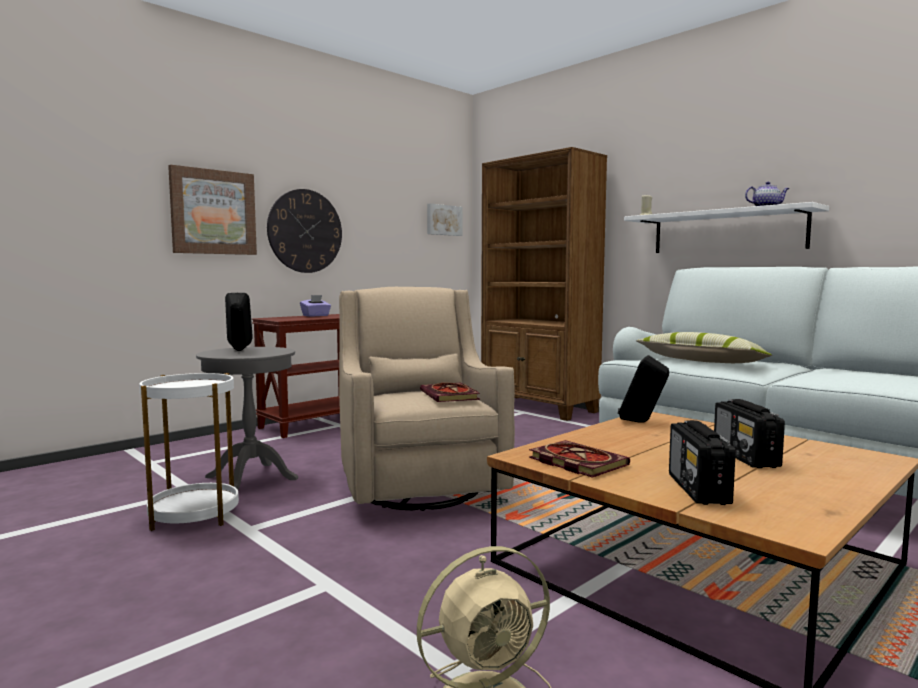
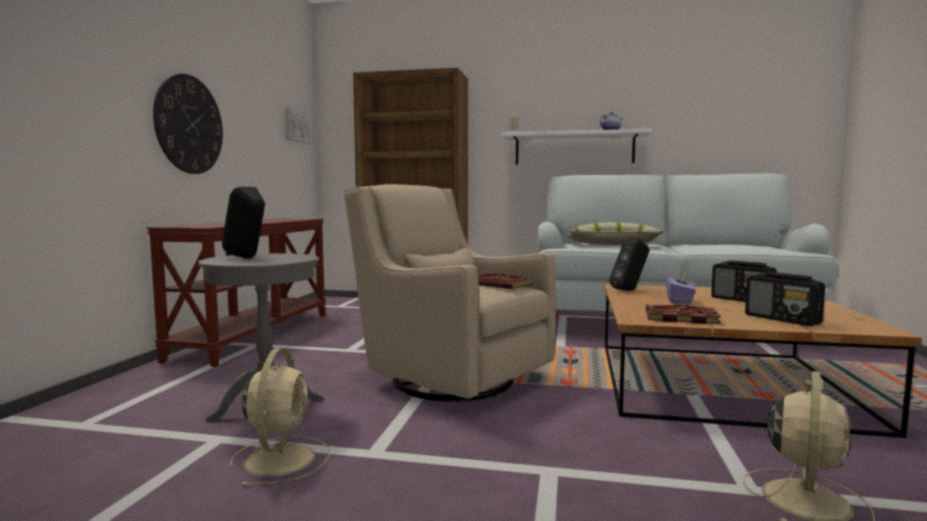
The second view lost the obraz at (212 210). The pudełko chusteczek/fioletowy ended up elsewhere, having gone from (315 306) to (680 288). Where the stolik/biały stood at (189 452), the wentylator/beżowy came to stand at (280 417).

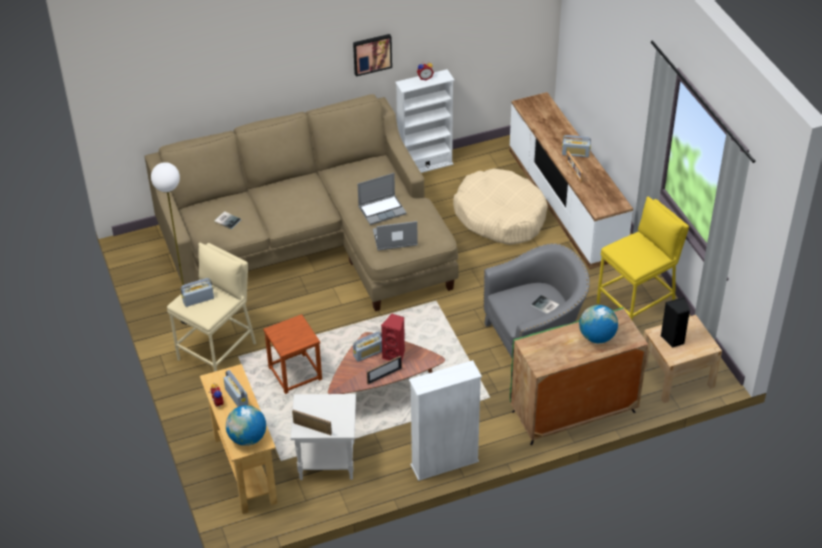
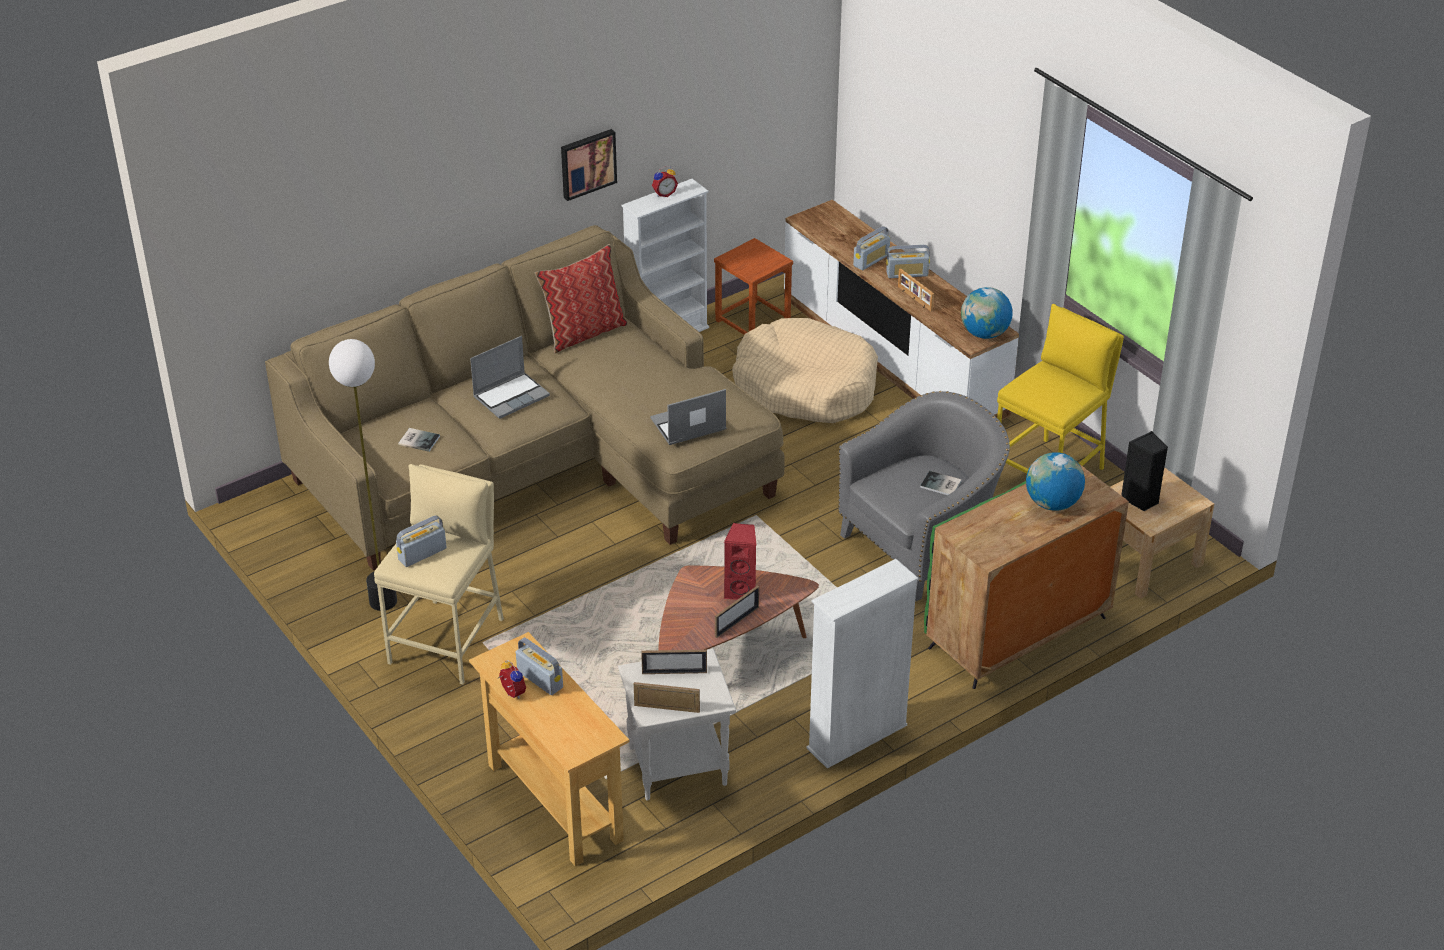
The laptop ended up elsewhere, having gone from (382 199) to (510 377). The stołek/brązowy ended up elsewhere, having gone from (292 354) to (753 286). The radio ended up elsewhere, having gone from (367 346) to (871 248). The globus ended up elsewhere, having gone from (246 425) to (987 313). The second view gained the poduszka at (581 299). The second view gained the ramka na zdjęcie at (674 662).

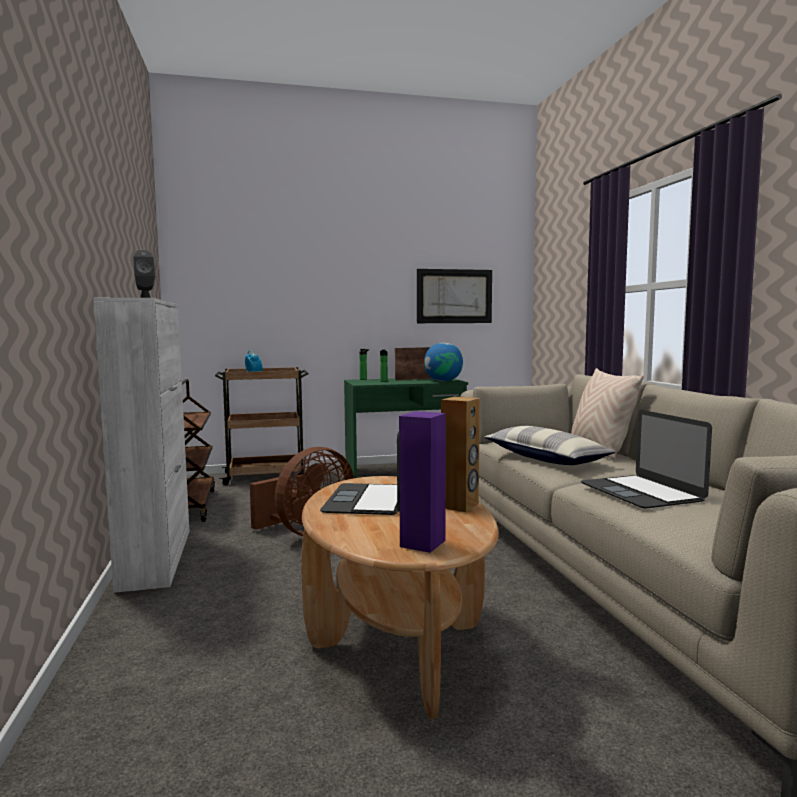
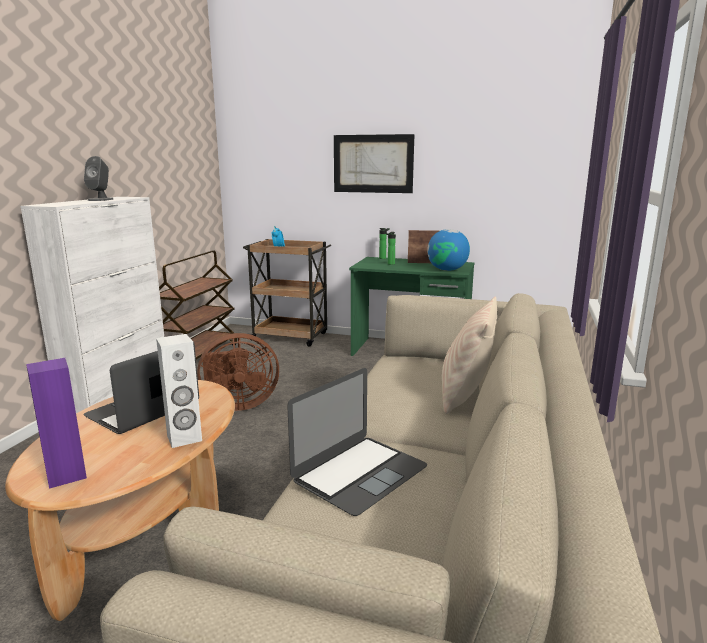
The obraz ended up elsewhere, having gone from (454 296) to (374 163). What was the głośnik/brązowy at (460 454) turned into the głośnik/biały at (179 391). The laptop at (646 459) ended up facing another way, 150 degrees counterclockwise from before. The second view lost the poduszka at (550 445).

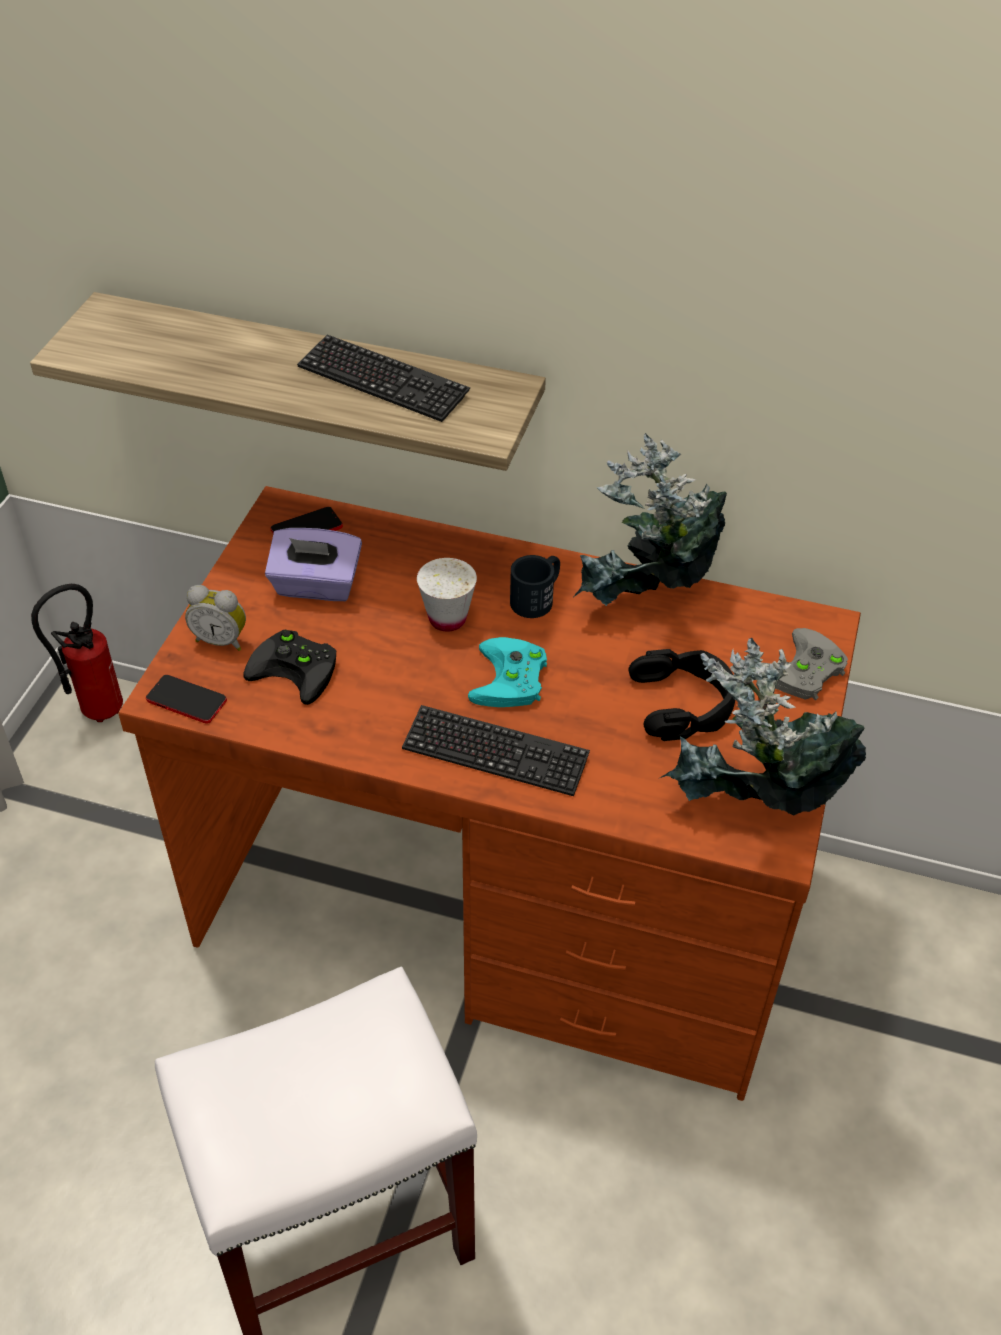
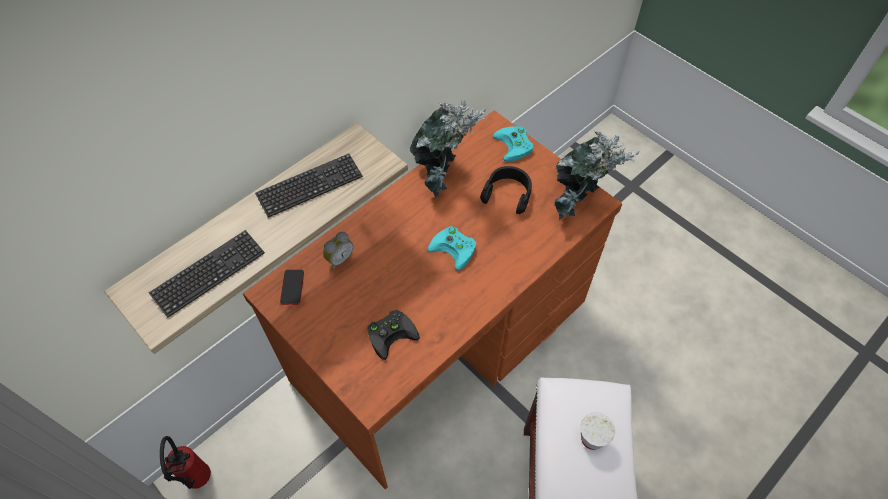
The second view lost the pudełko chusteczek/fioletowy at (313 564). The second view lost the kubek/czarny at (535 586). The filiżanka/biały ended up elsewhere, having gone from (447 594) to (597 431). The budzik ended up elsewhere, having gone from (215 618) to (338 251). What was the pad do gier/szary at (805 664) turned into the pad do gier/turkusowy at (513 144). The second view lost the telefon at (186 699). The klawiatura ended up elsewhere, having gone from (496 750) to (207 274).

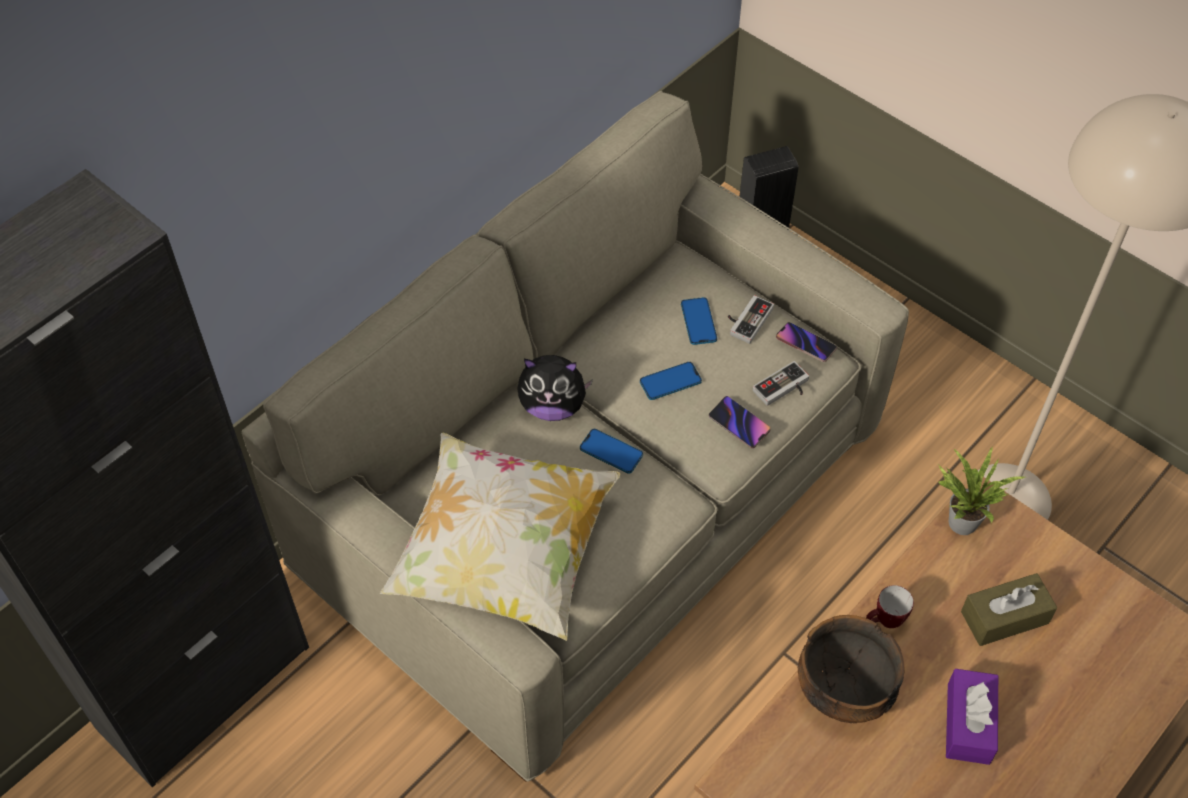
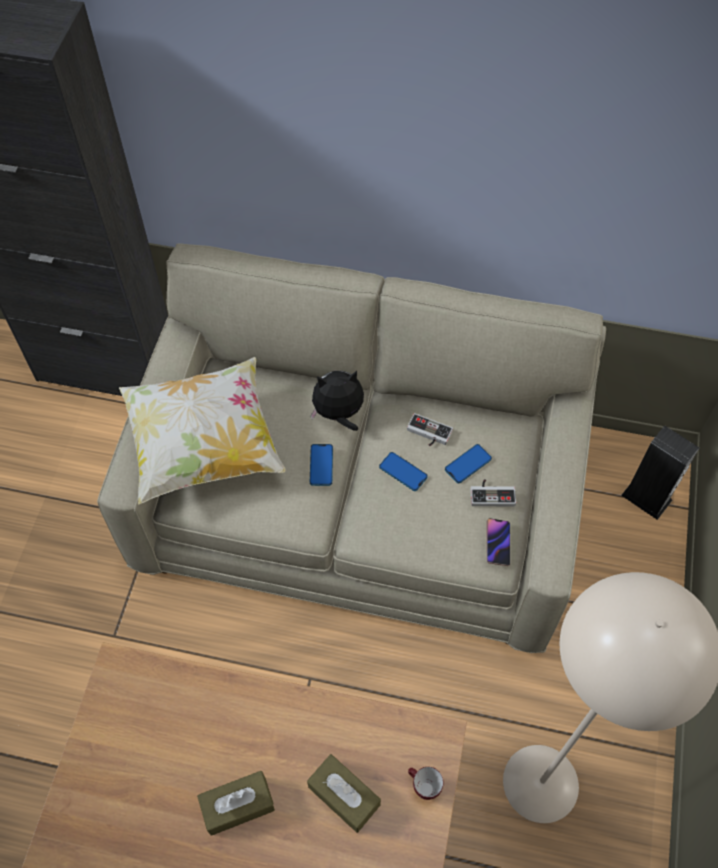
The pluszak at (555 388) ended up facing another way, 105 degrees clockwise from before. The pad do gier ended up elsewhere, having gone from (780 383) to (430 429). The second view lost the telefon at (739 422). The second view lost the roślina doniczkowa at (981 490). The kubek ended up elsewhere, having gone from (890 606) to (425 783). The second view lost the miska at (851 669). What was the pudełko chusteczek/fioletowy at (972 717) turned into the pudełko chusteczek/brązowy at (236 803).

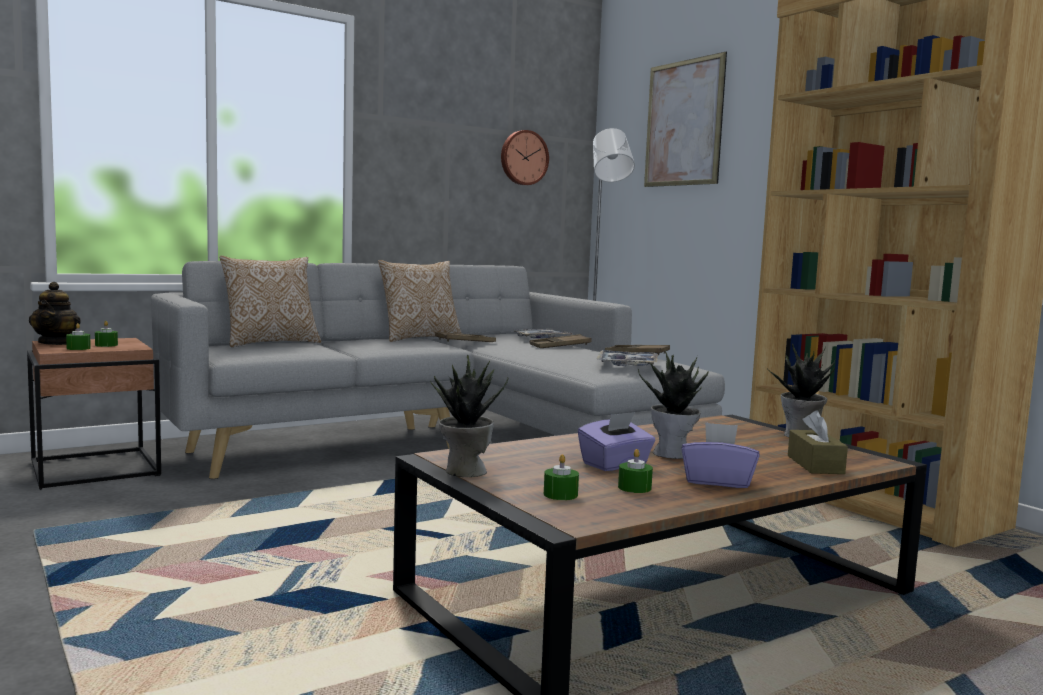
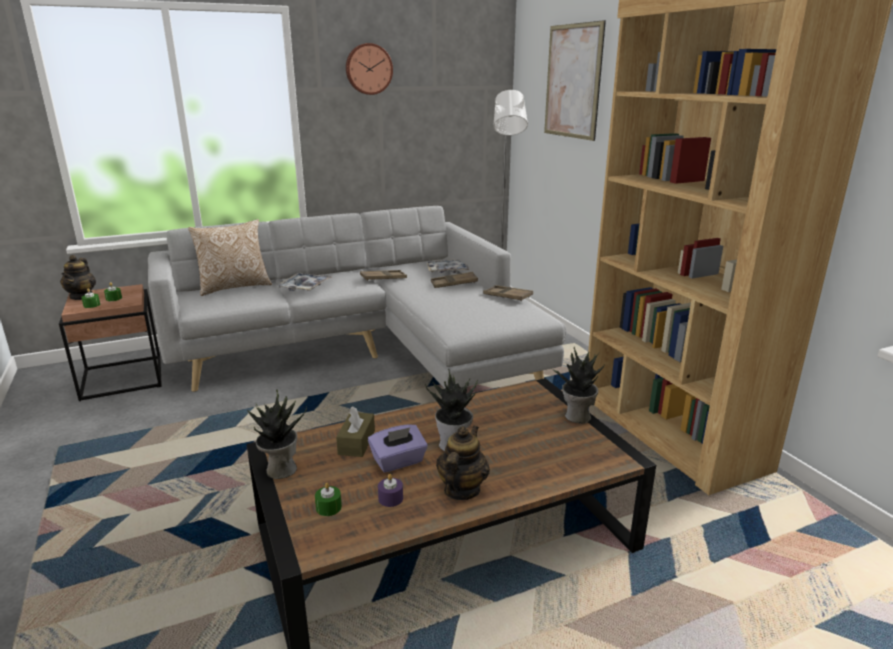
The zegar ścienny ended up elsewhere, having gone from (525 157) to (369 69). The second view lost the poduszka at (420 301). The taca ended up elsewhere, having gone from (627 358) to (304 282). The pudełko chusteczek/brązowy ended up elsewhere, having gone from (818 442) to (355 431). Where the pudełko chusteczek/fioletowy stood at (720 455), the imbryk came to stand at (463 463). What was the świeca/zielony at (635 471) turned into the świeca/fioletowy at (390 490).

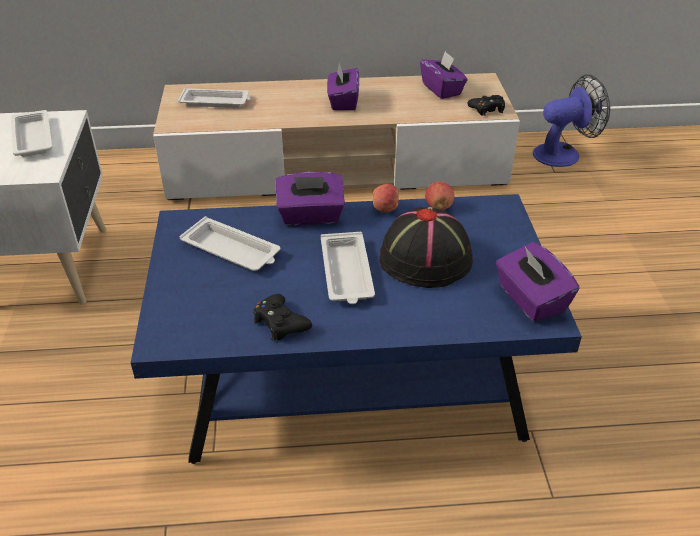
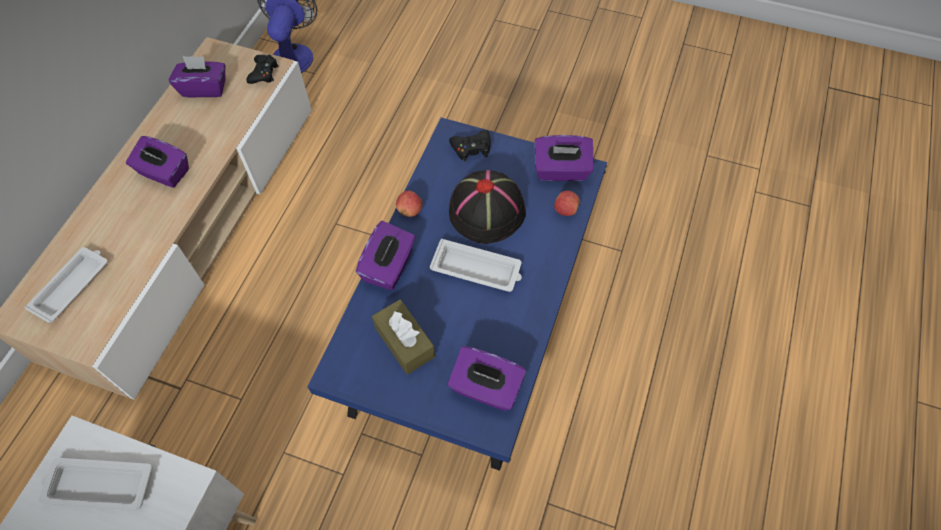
The jabłko ended up elsewhere, having gone from (439 196) to (567 203). Where the taca/biały stood at (229 243), the pudełko chusteczek/brązowy came to stand at (403 337). The pad do gier/czarny ended up elsewhere, having gone from (282 317) to (470 146). The second view gained the pudełko chusteczek/fioletowy at (487 378).

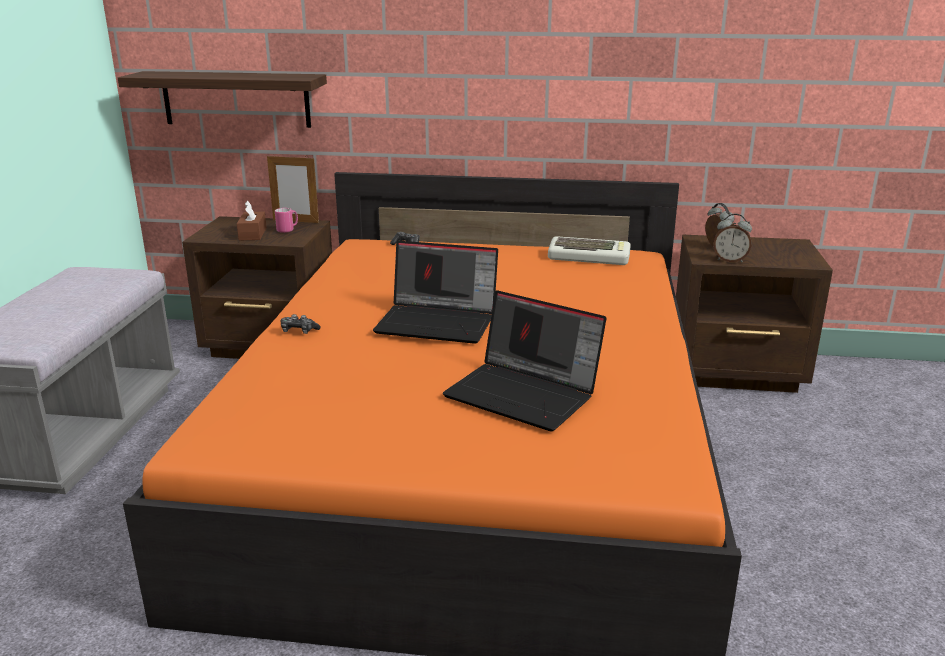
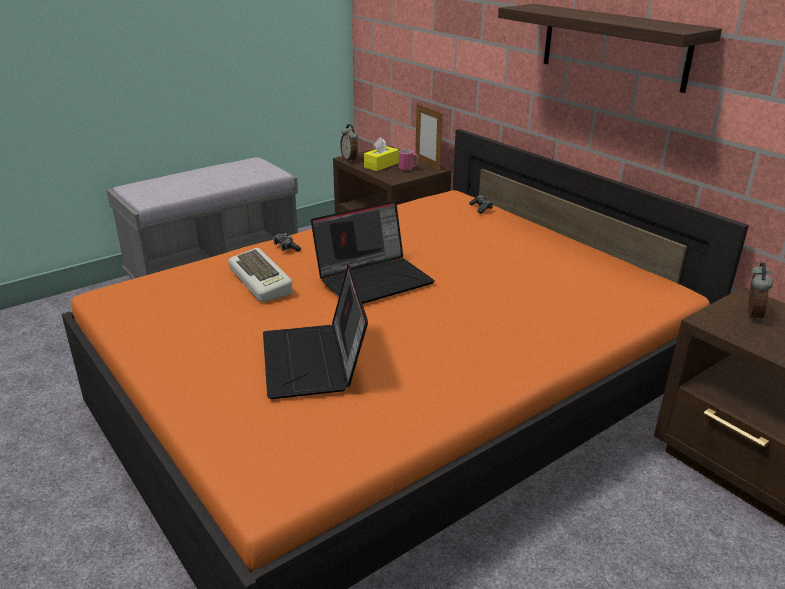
The półka ended up elsewhere, having gone from (222 99) to (610 48). What was the pudełko chusteczek/brązowy at (252 220) turned into the pudełko chusteczek/żółty at (381 154). The budzik ended up elsewhere, having gone from (733 238) to (349 143). The klawiatura ended up elsewhere, having gone from (589 250) to (260 275). The laptop at (435 292) ended up facing another way, 90 degrees counterclockwise from before.

